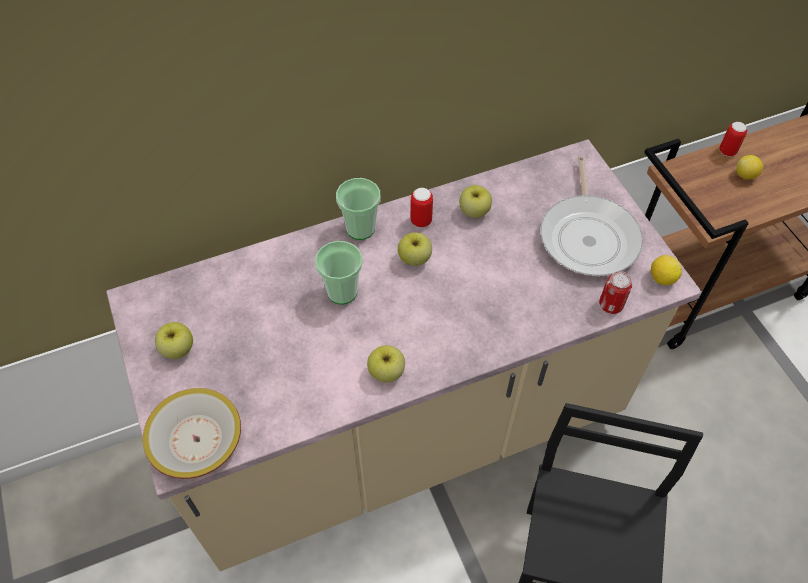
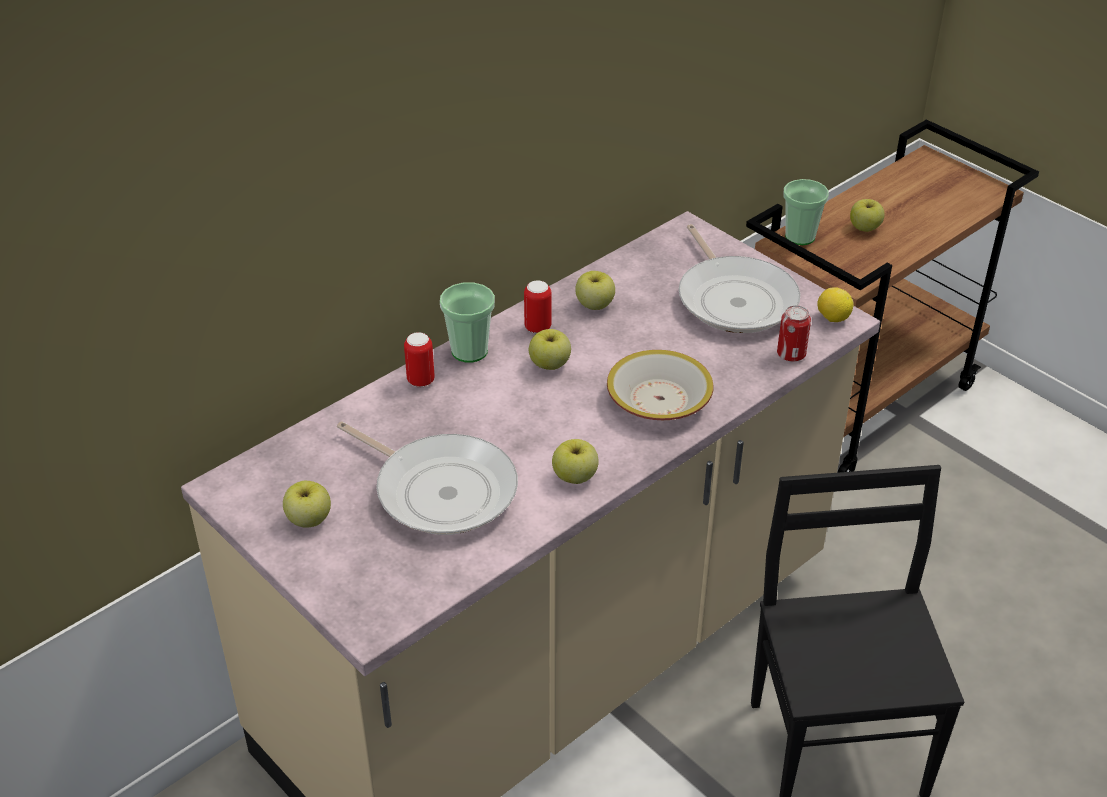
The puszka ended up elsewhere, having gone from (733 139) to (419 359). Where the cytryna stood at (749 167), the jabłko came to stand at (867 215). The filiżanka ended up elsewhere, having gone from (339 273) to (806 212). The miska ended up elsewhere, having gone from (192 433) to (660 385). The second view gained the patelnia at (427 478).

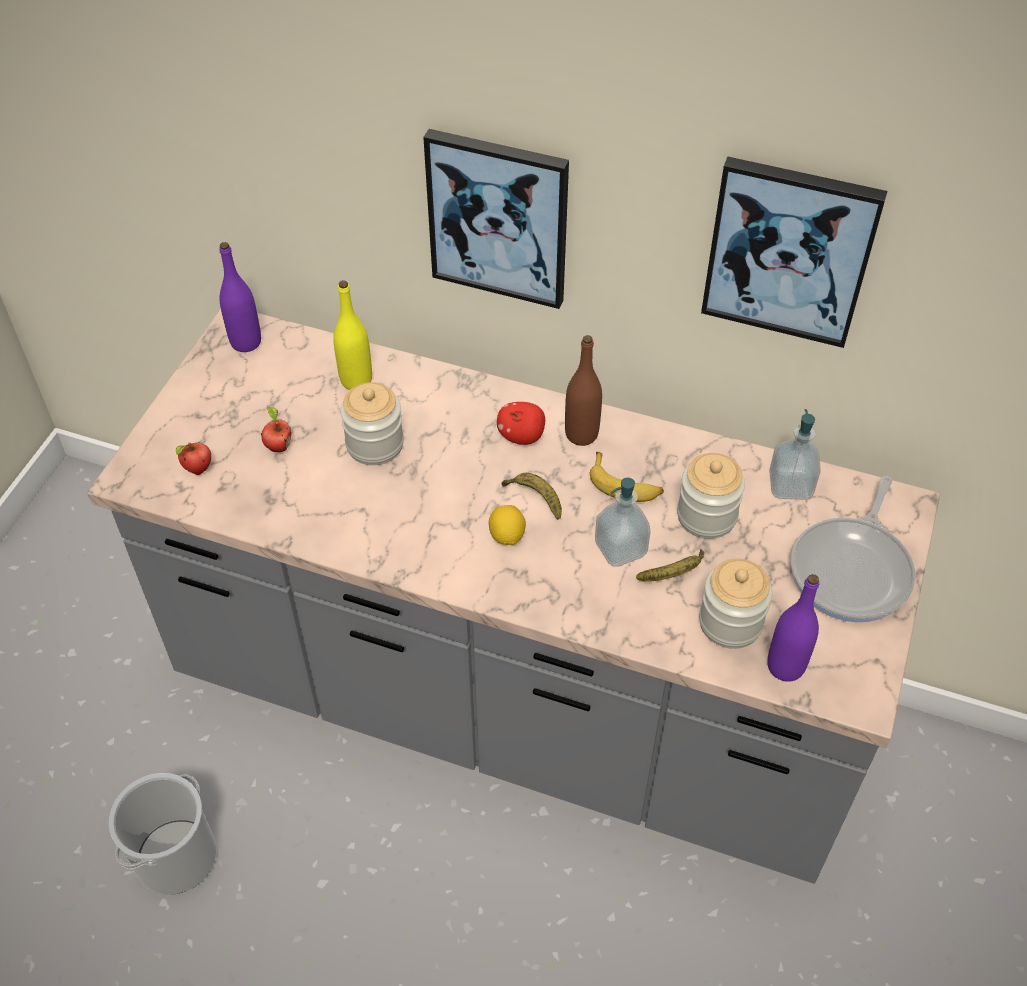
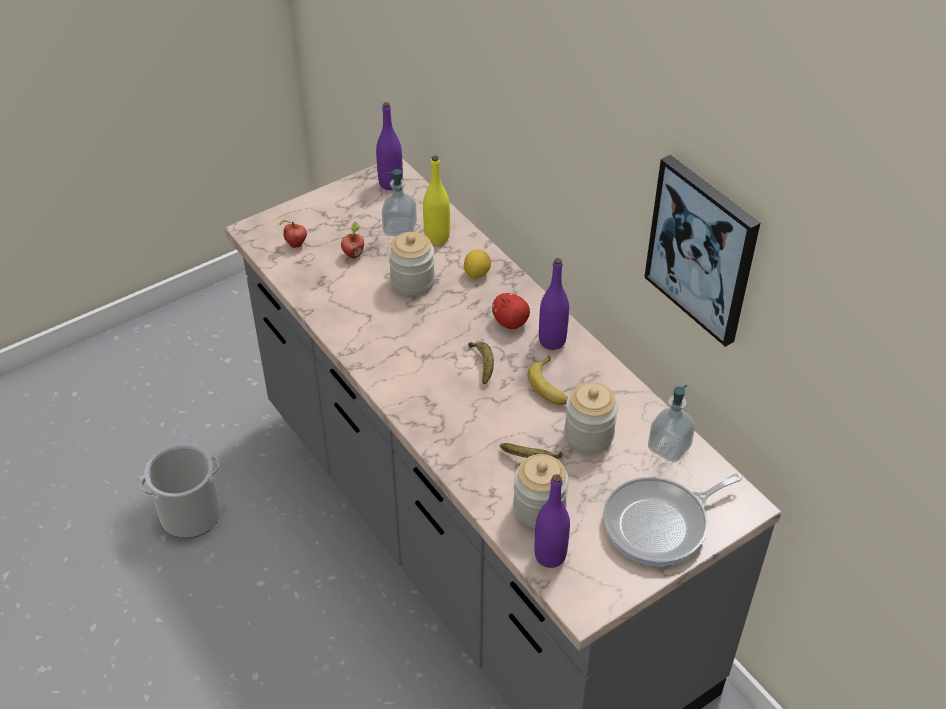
The second view lost the obraz at (496 219). What was the butelka/brązowy at (583 390) turned into the butelka/fioletowy at (554 304). The dozownik mydła ended up elsewhere, having gone from (622 521) to (399 202). The cytryna ended up elsewhere, having gone from (507 525) to (477 264).

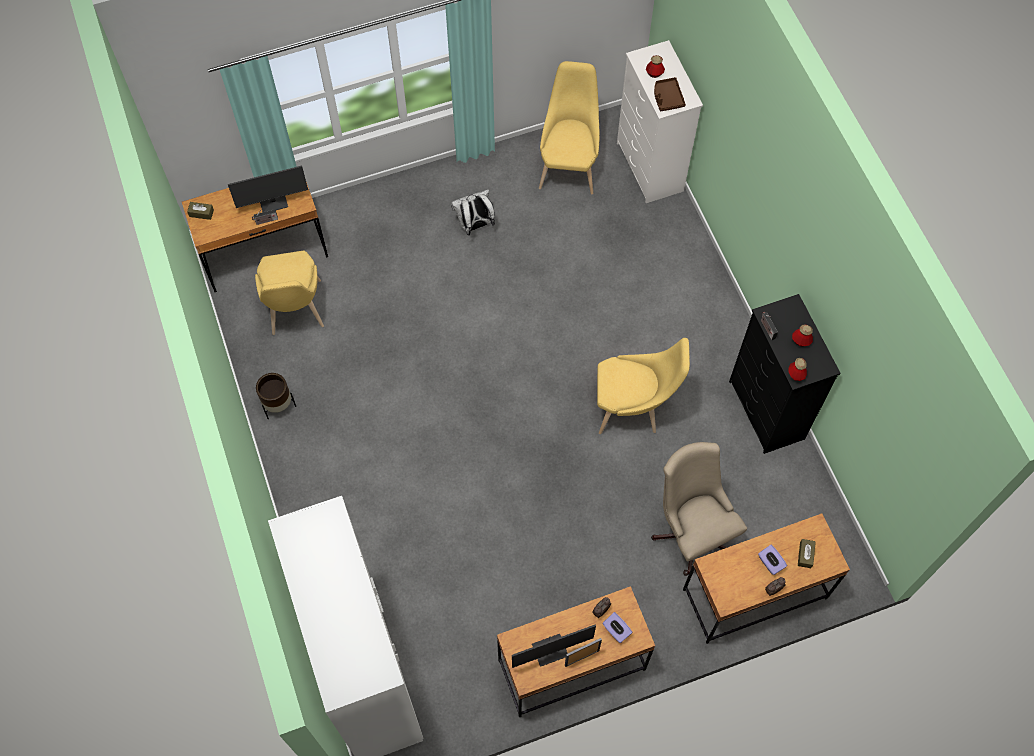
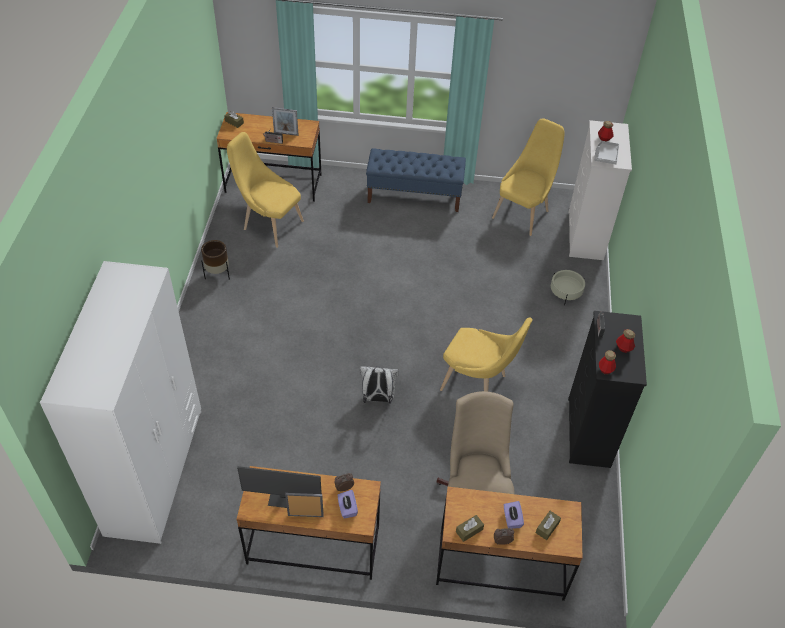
What was the taca/brązowy at (670 94) turned into the taca/szary at (606 152). Where the monitor stood at (268 189), the ramka na zdjęcie came to stand at (285 121). The plecak/biały ended up elsewhere, having gone from (473 212) to (379 385). The krzesło/żółty at (289 293) ended up facing another way, 105 degrees clockwise from before. The second view gained the ławka/niebieski at (416 180). The second view gained the donica/beżowy at (568 288). The second view gained the pudełko chusteczek/brązowy at (470 528).

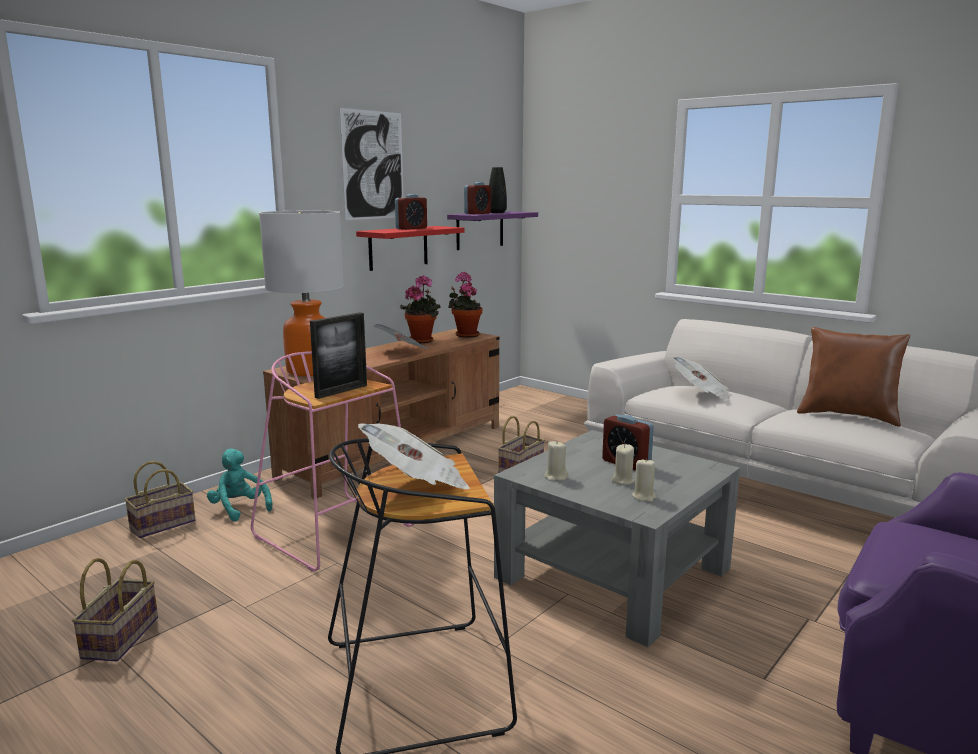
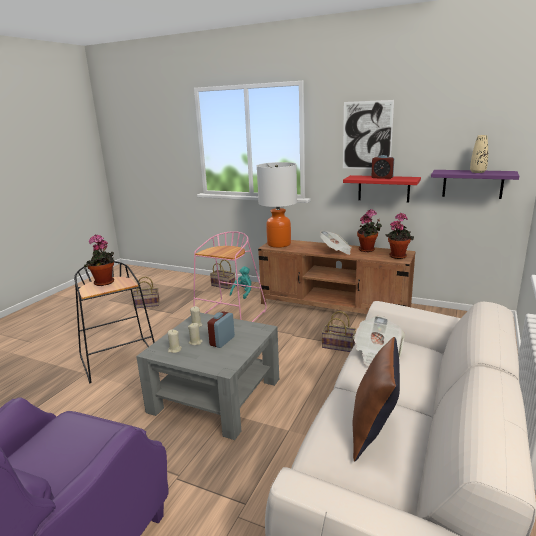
What was the wazon/czarny at (498 190) turned into the wazon/beżowy at (479 154). The second view lost the budzik at (477 198). The second view lost the ramka na zdjęcie at (338 355). Where the gazeta stood at (414 456), the roślina doniczkowa came to stand at (99 260).

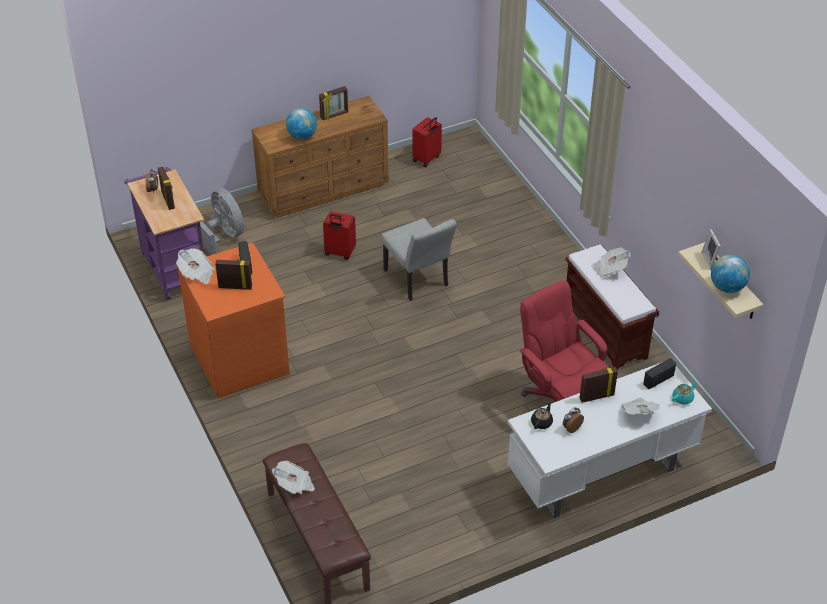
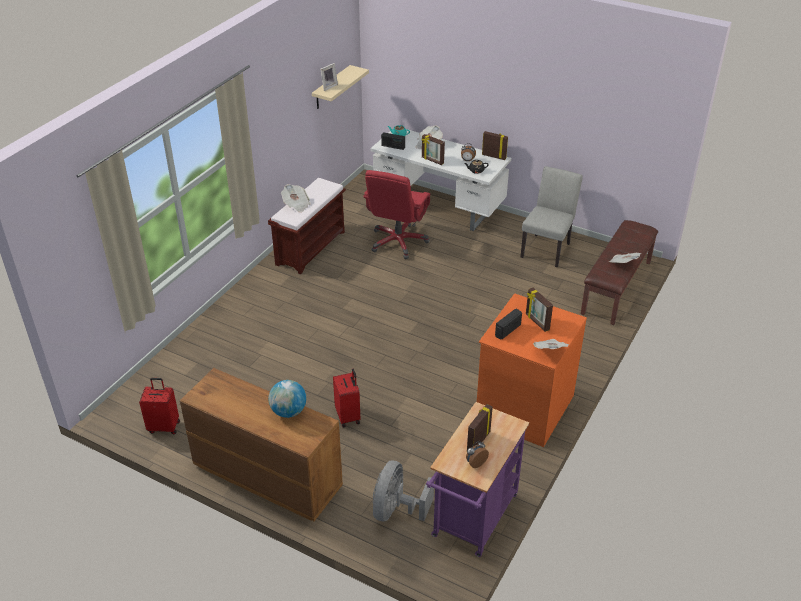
The ramka na zdjęcie ended up elsewhere, having gone from (333 103) to (495 145). The krzesło/szary ended up elsewhere, having gone from (419 259) to (552 216). The second view lost the globus at (730 274).

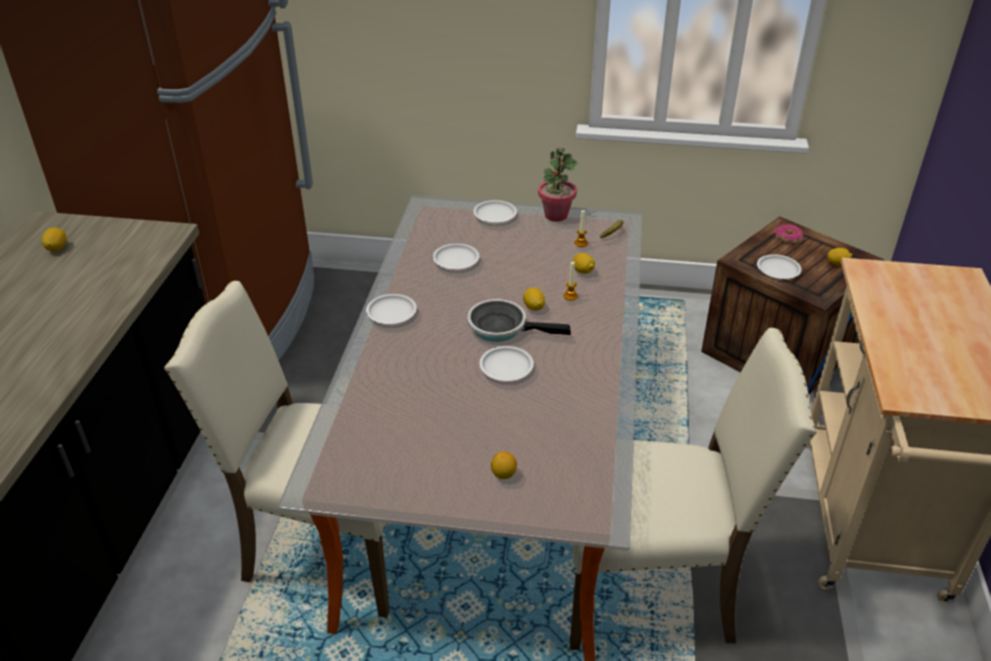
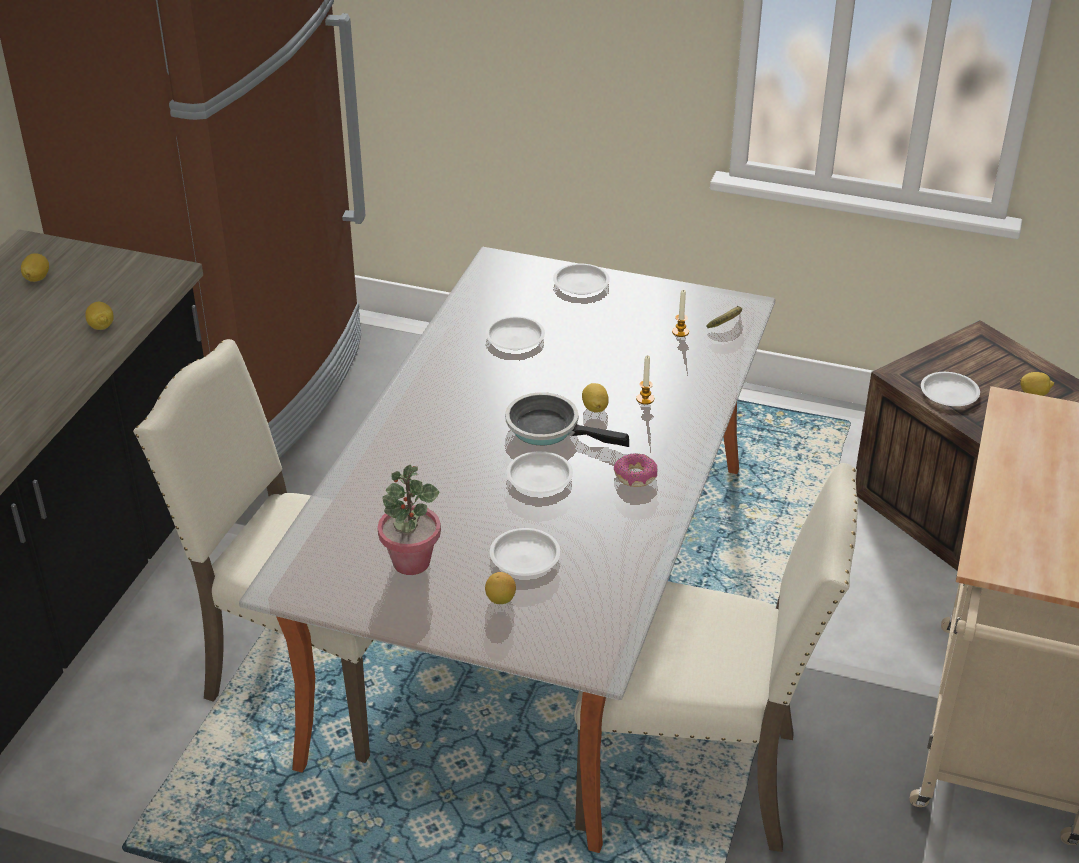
The roślina doniczkowa ended up elsewhere, having gone from (558 185) to (409 520). The donut ended up elsewhere, having gone from (789 233) to (635 470). The cytryna ended up elsewhere, having gone from (584 263) to (99 316). The talerz/biały ended up elsewhere, having gone from (391 309) to (525 552).

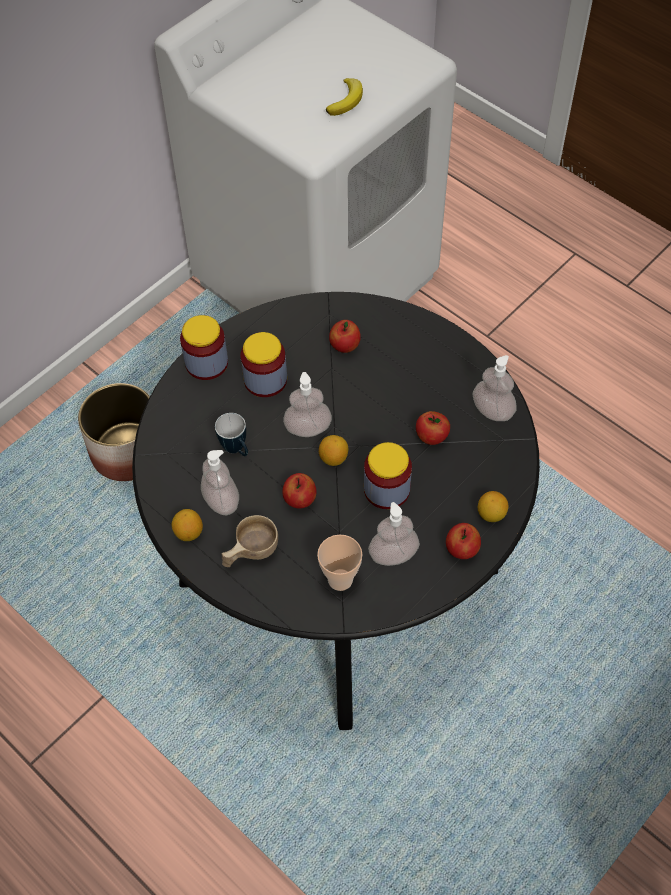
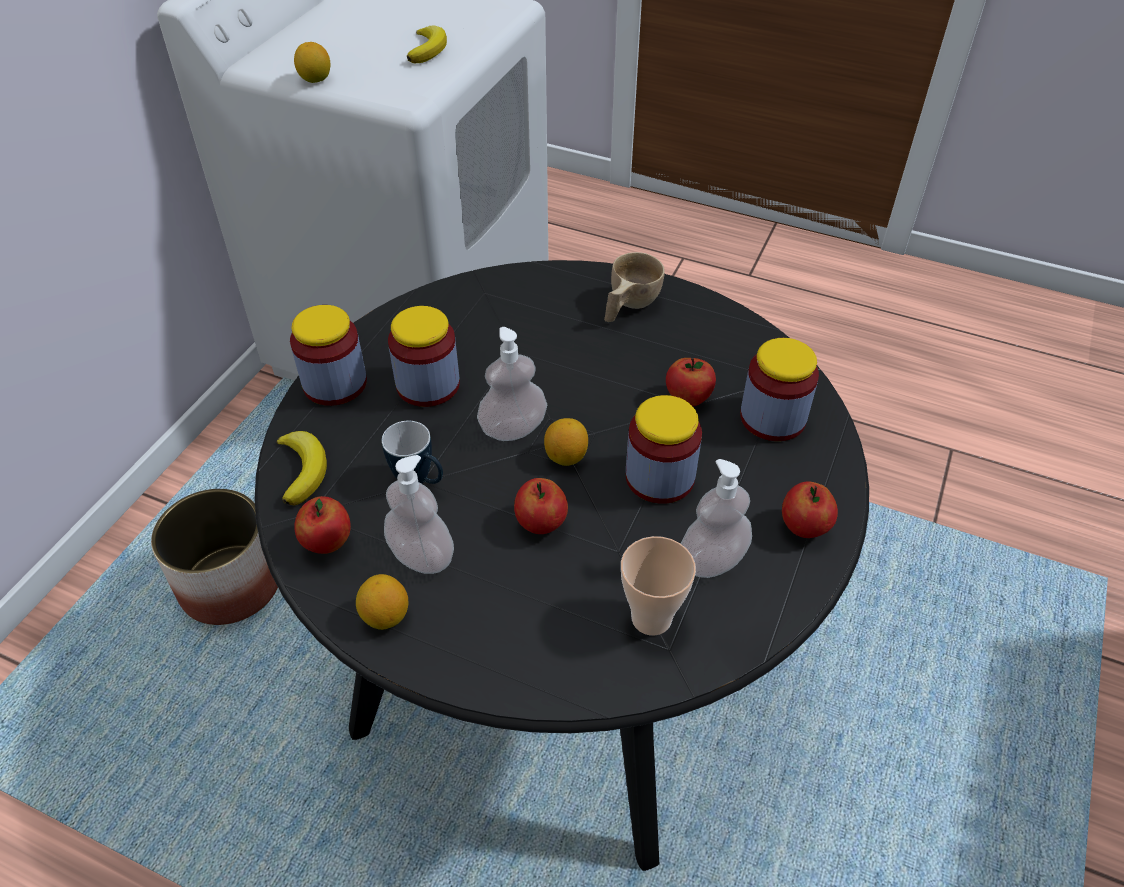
The jabłko ended up elsewhere, having gone from (345 336) to (322 525). The second view lost the dozownik mydła at (495 388). The cytryna ended up elsewhere, having gone from (493 506) to (312 62). The filiżanka/beżowy ended up elsewhere, having gone from (249 541) to (634 287). The second view gained the słoik at (779 389). The second view gained the banan at (302 468).

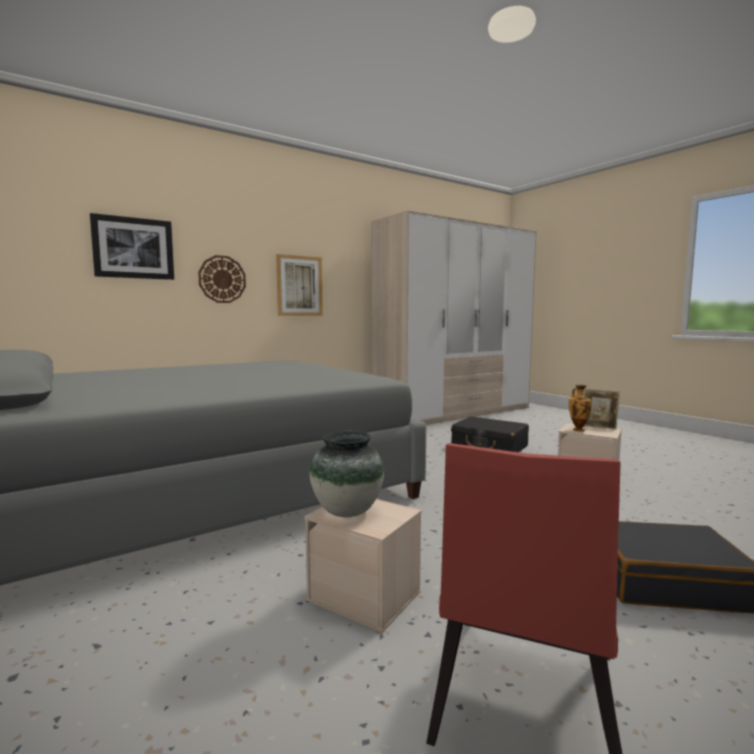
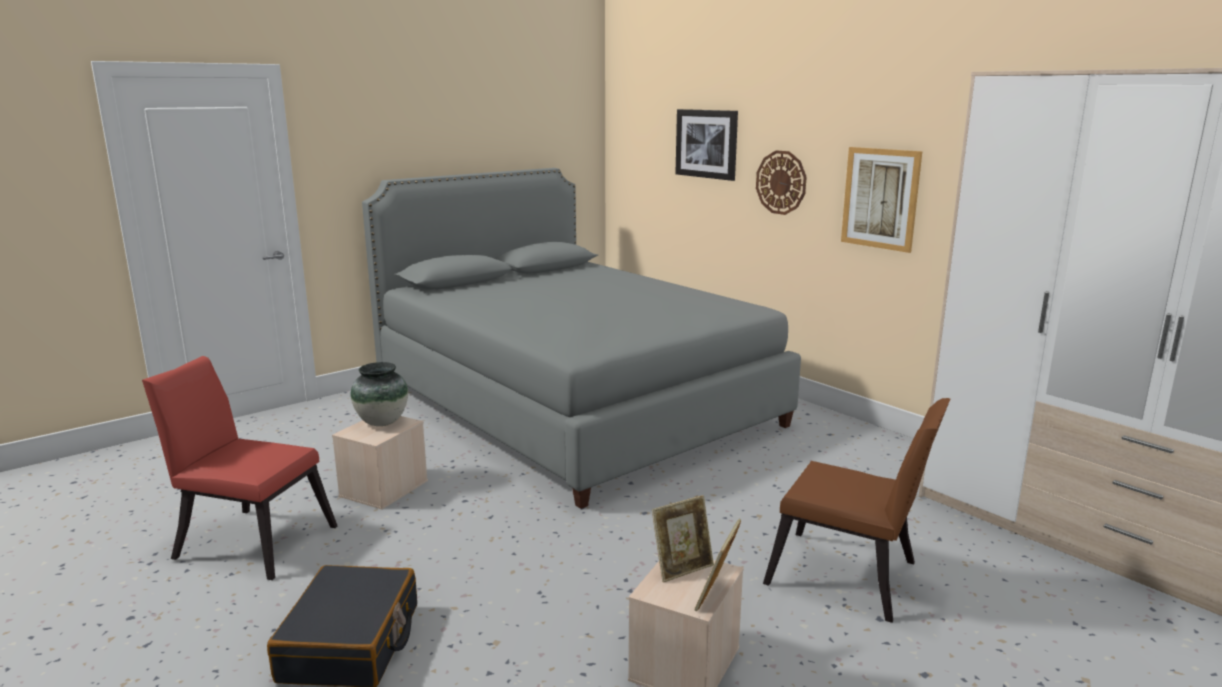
Where the wazon stood at (580 408), the ramka na zdjęcie came to stand at (683 539). Where the walizka/czarny stood at (490 434), the krzesło/brązowy came to stand at (856 510).

